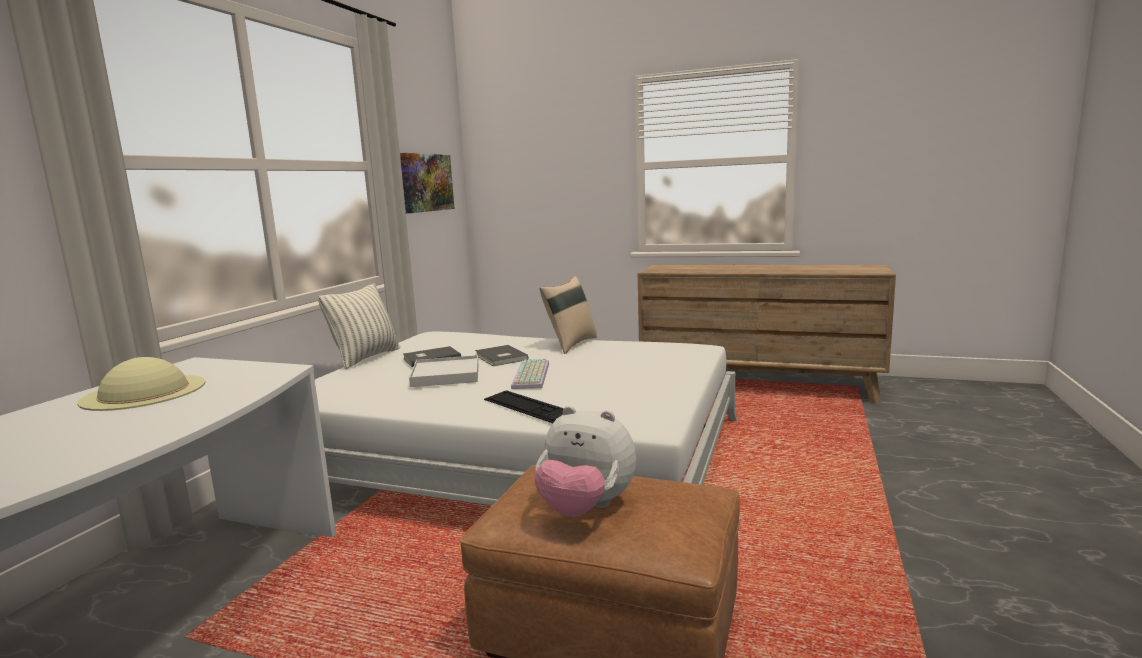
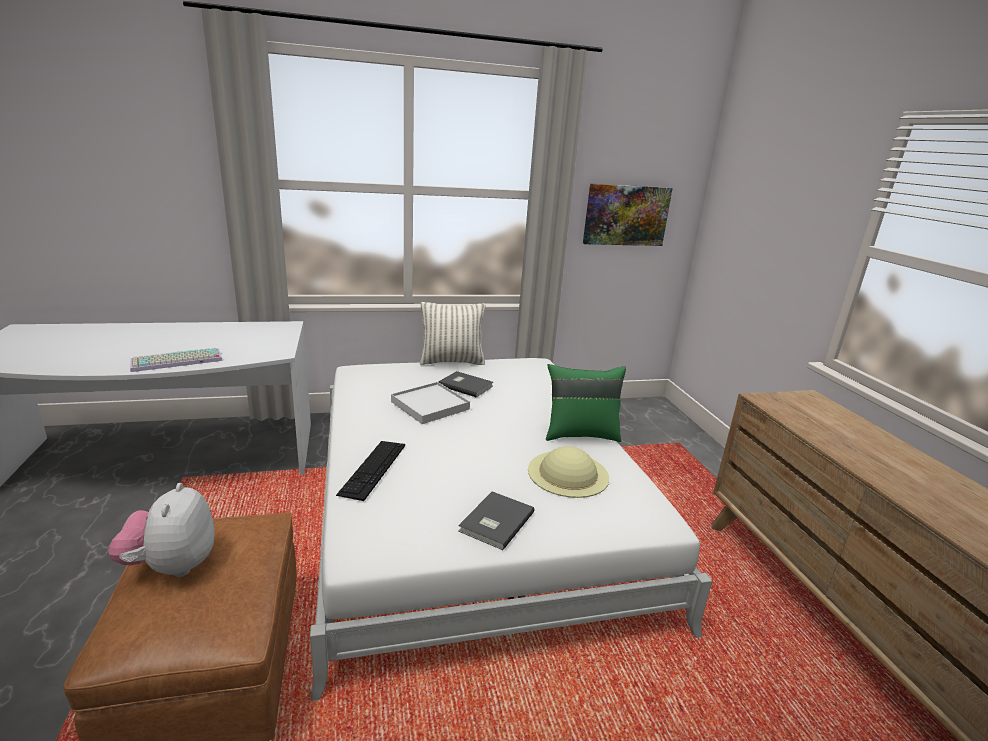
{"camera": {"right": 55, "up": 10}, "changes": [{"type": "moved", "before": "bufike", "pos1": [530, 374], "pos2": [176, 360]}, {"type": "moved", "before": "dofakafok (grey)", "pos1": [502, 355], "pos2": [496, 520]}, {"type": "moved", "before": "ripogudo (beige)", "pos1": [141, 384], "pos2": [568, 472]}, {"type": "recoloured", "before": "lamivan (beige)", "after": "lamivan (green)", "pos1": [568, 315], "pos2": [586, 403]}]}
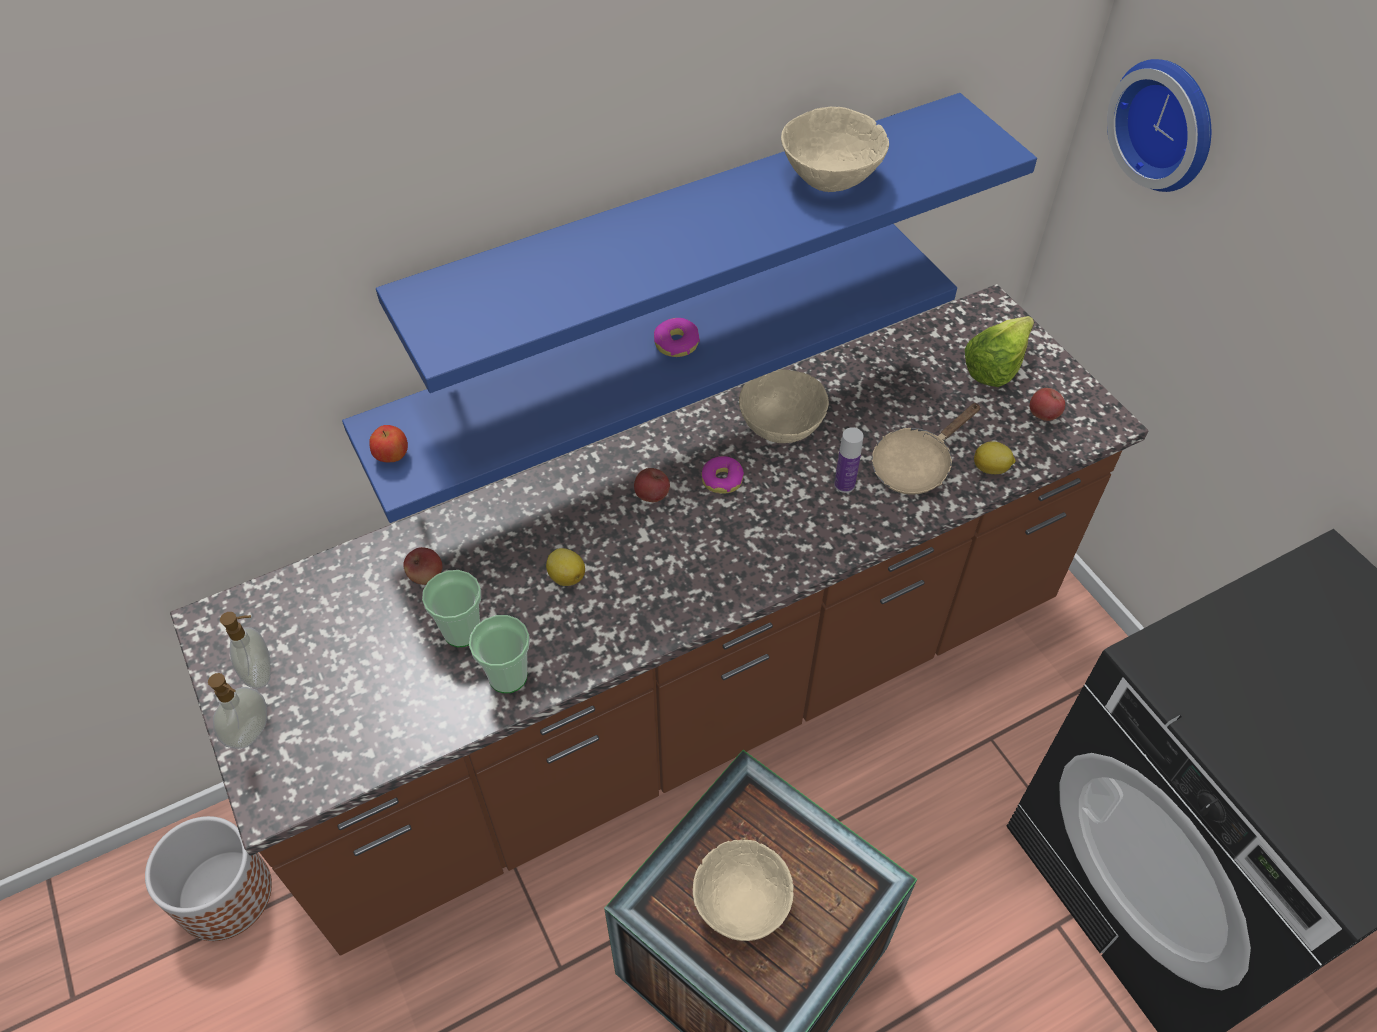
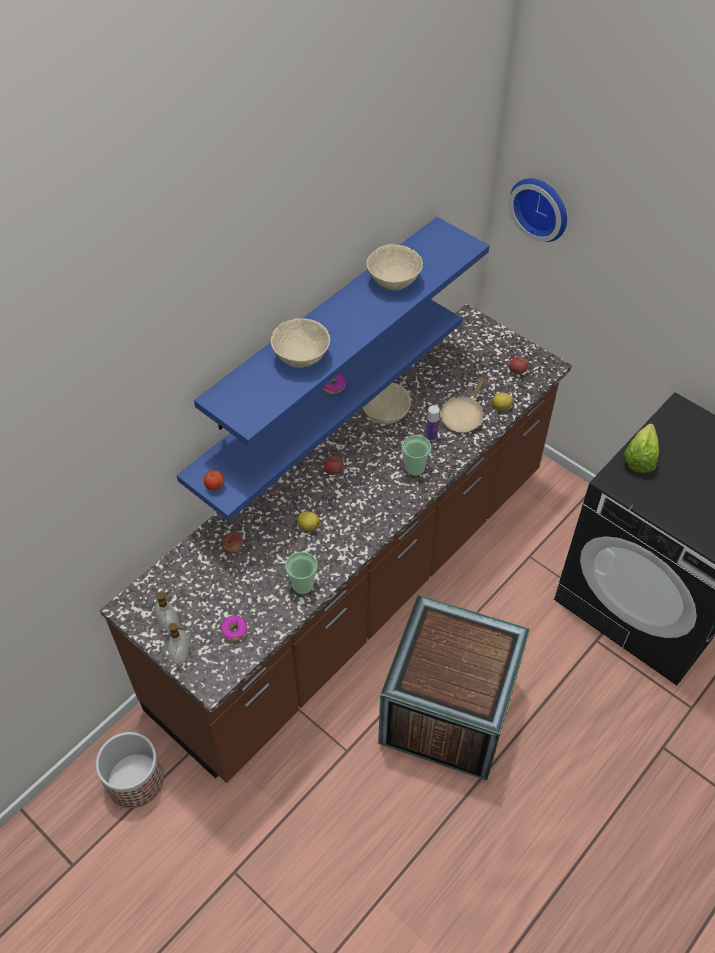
{"camera": {"right": -20, "up": 0}, "changes": [{"type": "moved", "before": "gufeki", "pos1": [722, 475], "pos2": [233, 628]}, {"type": "moved", "before": "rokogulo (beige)", "pos1": [743, 890], "pos2": [300, 343]}, {"type": "moved", "before": "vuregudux", "pos1": [451, 608], "pos2": [416, 455]}, {"type": "moved", "before": "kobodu", "pos1": [999, 351], "pos2": [641, 448]}]}
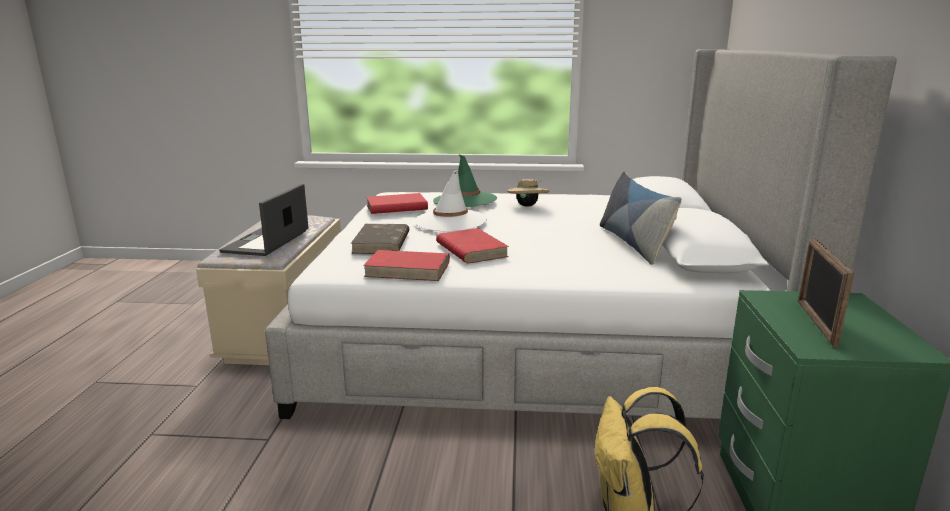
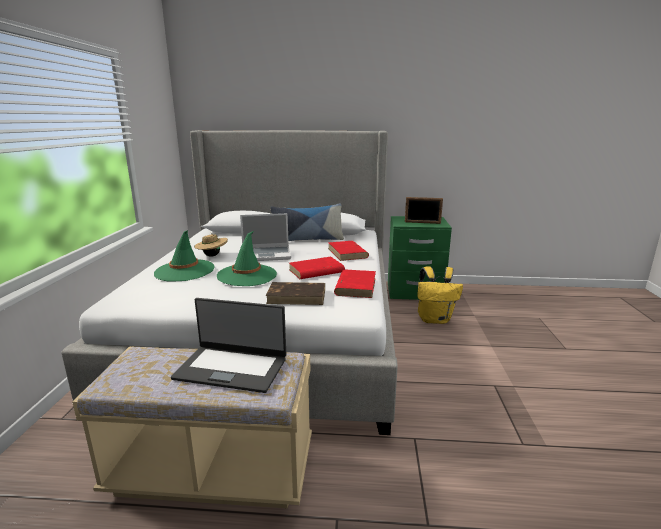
{"camera": {"right": -90, "up": 0}, "changes": [{"type": "recoloured", "before": "ripogudo (white)", "after": "ripogudo (green)", "pos1": [451, 201], "pos2": [247, 258]}, {"type": "added", "after": "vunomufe", "pos2": [265, 237]}, {"type": "moved", "before": "dofakafok (red)", "pos1": [397, 203], "pos2": [348, 251]}]}
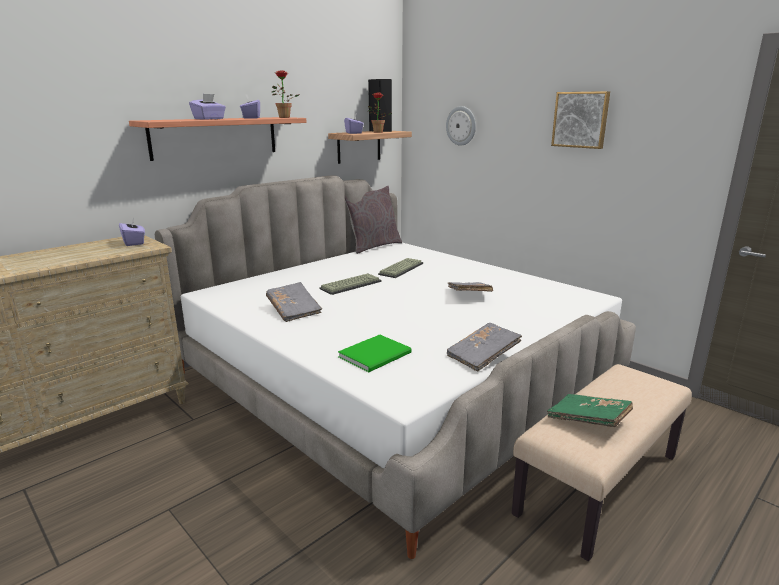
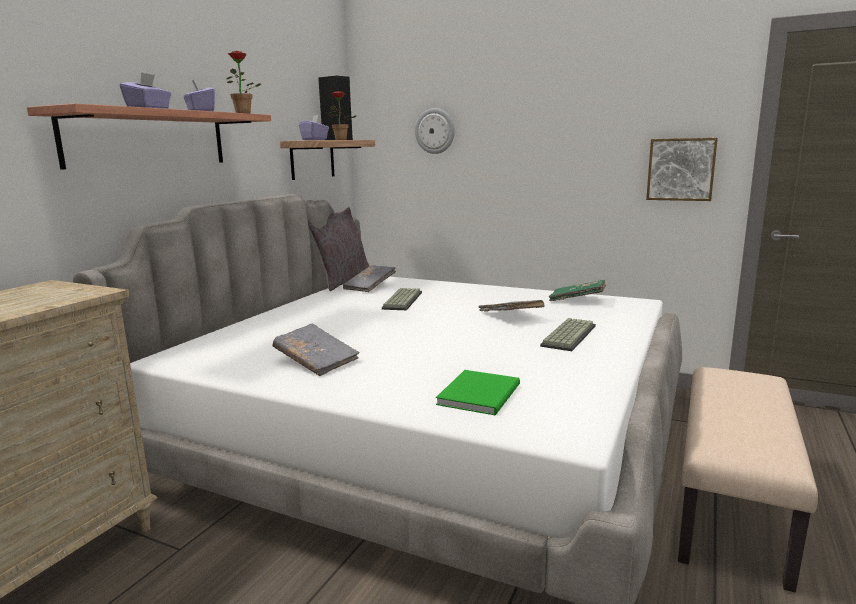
{"camera": {"right": -20, "up": -5}, "changes": [{"type": "moved", "before": "dofakafok (grey)", "pos1": [484, 347], "pos2": [369, 278]}, {"type": "moved", "before": "bufike", "pos1": [350, 284], "pos2": [568, 334]}, {"type": "moved", "before": "dofakafok (green)", "pos1": [590, 410], "pos2": [577, 290]}, {"type": "moved", "before": "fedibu", "pos1": [580, 120], "pos2": [682, 169]}, {"type": "removed", "before": "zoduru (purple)", "pos1": [132, 231]}]}
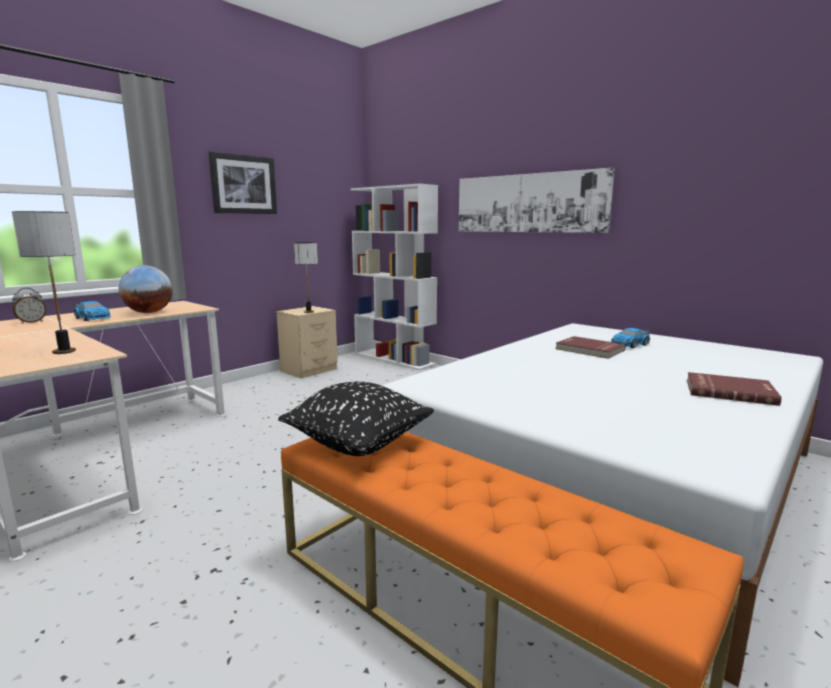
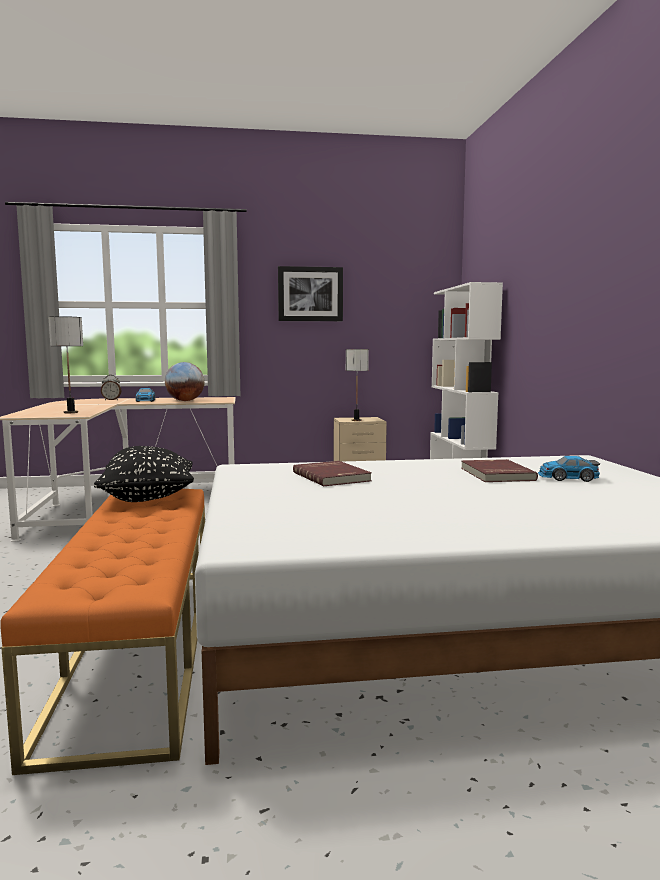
{"camera": {"right": 40, "up": -5}, "changes": [{"type": "moved", "before": "dofakafok (red)", "pos1": [734, 389], "pos2": [332, 473]}, {"type": "removed", "before": "fedibu", "pos1": [536, 200]}]}
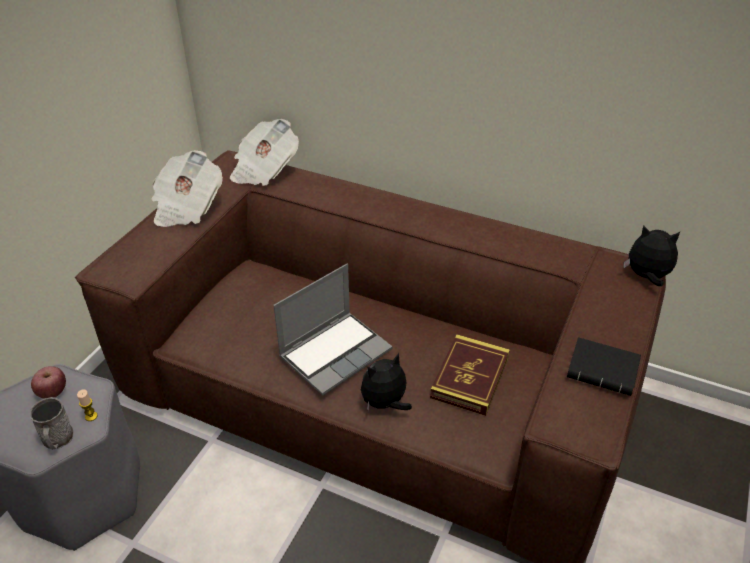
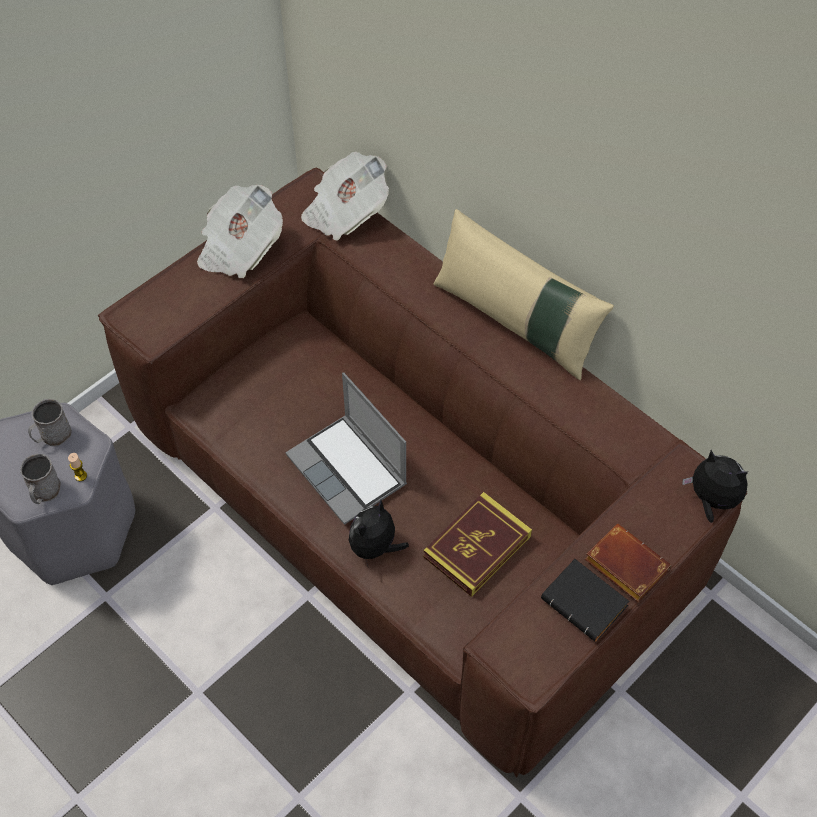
{"camera": {"right": 20, "up": 15}, "changes": [{"type": "replaced", "before": "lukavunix", "after": "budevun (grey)", "pos1": [48, 382], "pos2": [50, 422]}, {"type": "turned", "before": "vunomufe", "pos1": [333, 329], "pos2": [346, 448], "turn": 75}, {"type": "turned", "before": "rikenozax", "pos1": [386, 383], "pos2": [379, 534], "turn": -45}, {"type": "added", "after": "lamivan (beige)", "pos2": [523, 294]}, {"type": "added", "after": "dofakafok (brown)", "pos2": [628, 563]}]}
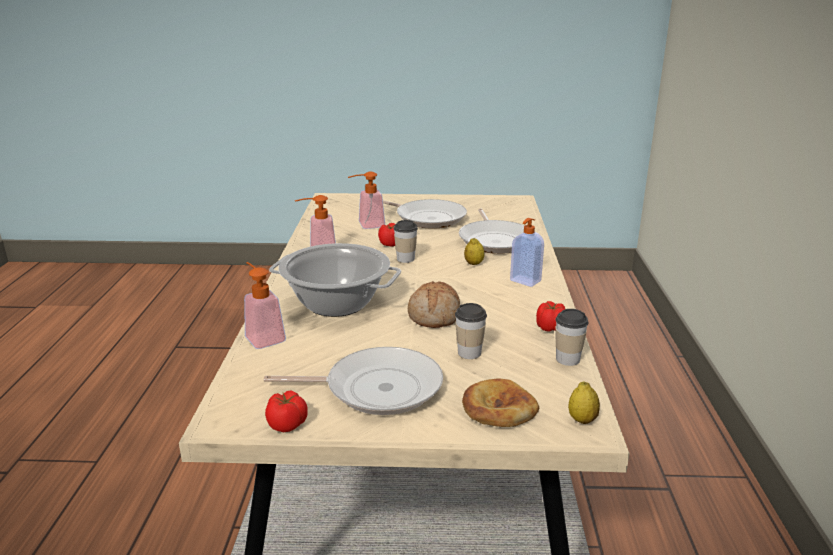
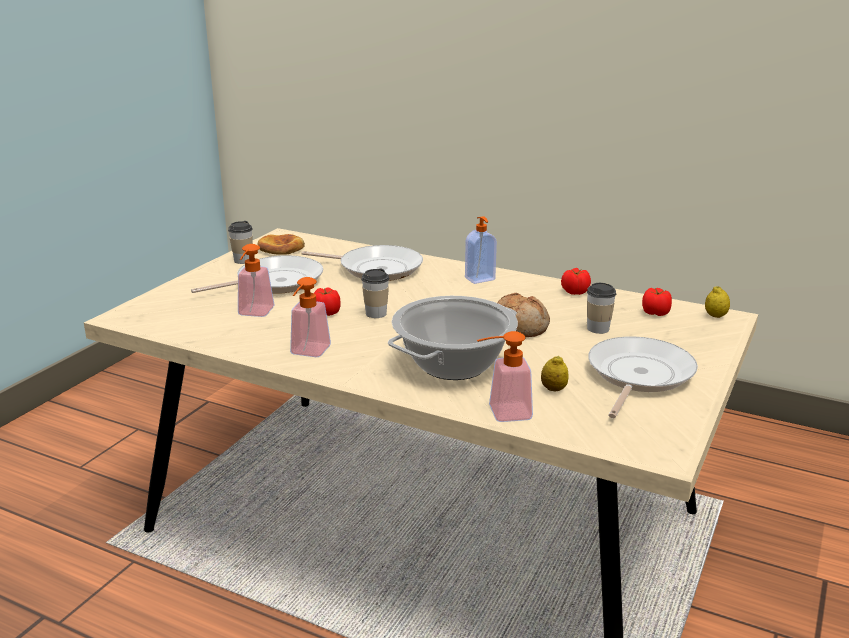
{"camera": {"right": -65, "up": 0}, "changes": [{"type": "moved", "before": "vuregudux", "pos1": [572, 337], "pos2": [240, 242]}, {"type": "moved", "before": "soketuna", "pos1": [500, 403], "pos2": [281, 244]}, {"type": "moved", "before": "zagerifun", "pos1": [474, 251], "pos2": [554, 373]}, {"type": "moved", "before": "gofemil", "pos1": [286, 411], "pos2": [657, 302]}]}
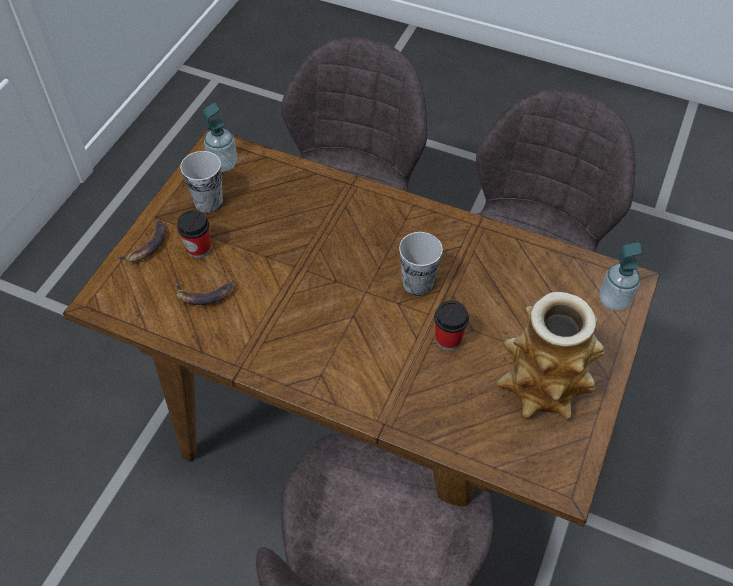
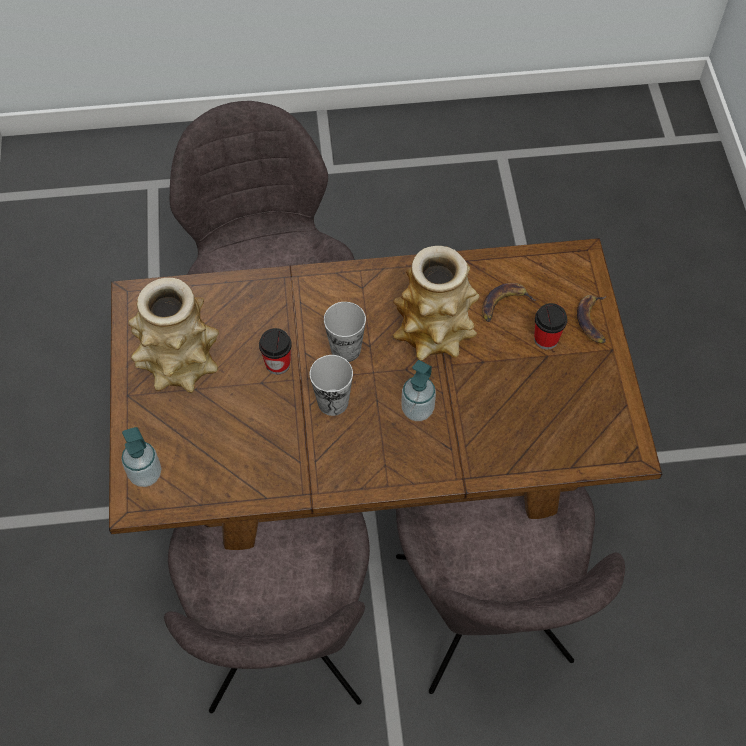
{"camera": {"right": 150, "up": 5}, "changes": [{"type": "moved", "before": "vuregudux", "pos1": [201, 182], "pos2": [345, 332]}, {"type": "added", "after": "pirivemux", "pos2": [436, 303]}, {"type": "moved", "before": "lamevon", "pos1": [220, 137], "pos2": [418, 390]}]}
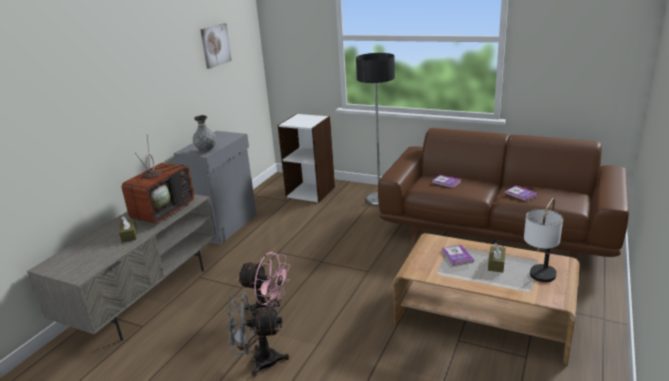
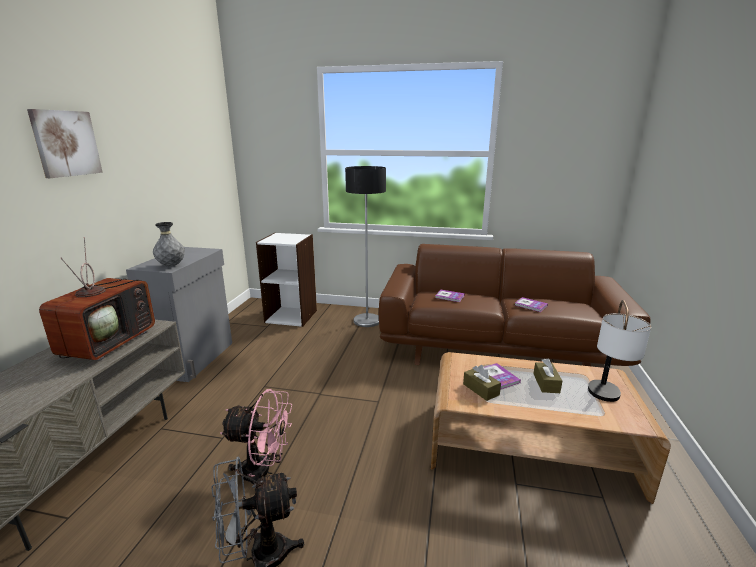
{"camera": {"right": -15, "up": -5}, "changes": [{"type": "moved", "before": "fedibu", "pos1": [216, 46], "pos2": [65, 143]}, {"type": "moved", "before": "zoduru (brown)", "pos1": [128, 229], "pos2": [482, 383]}]}
